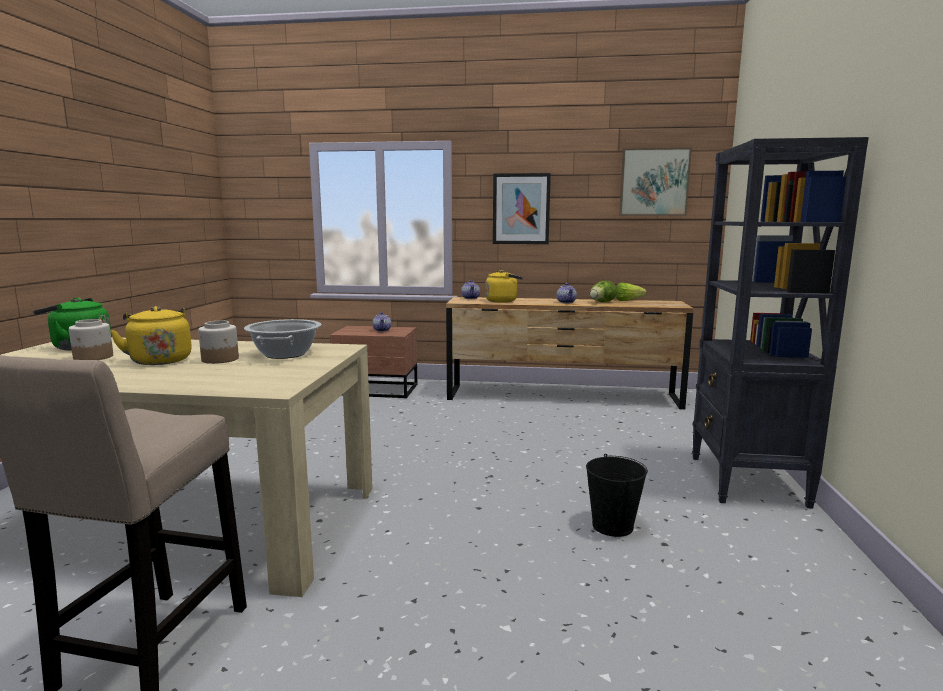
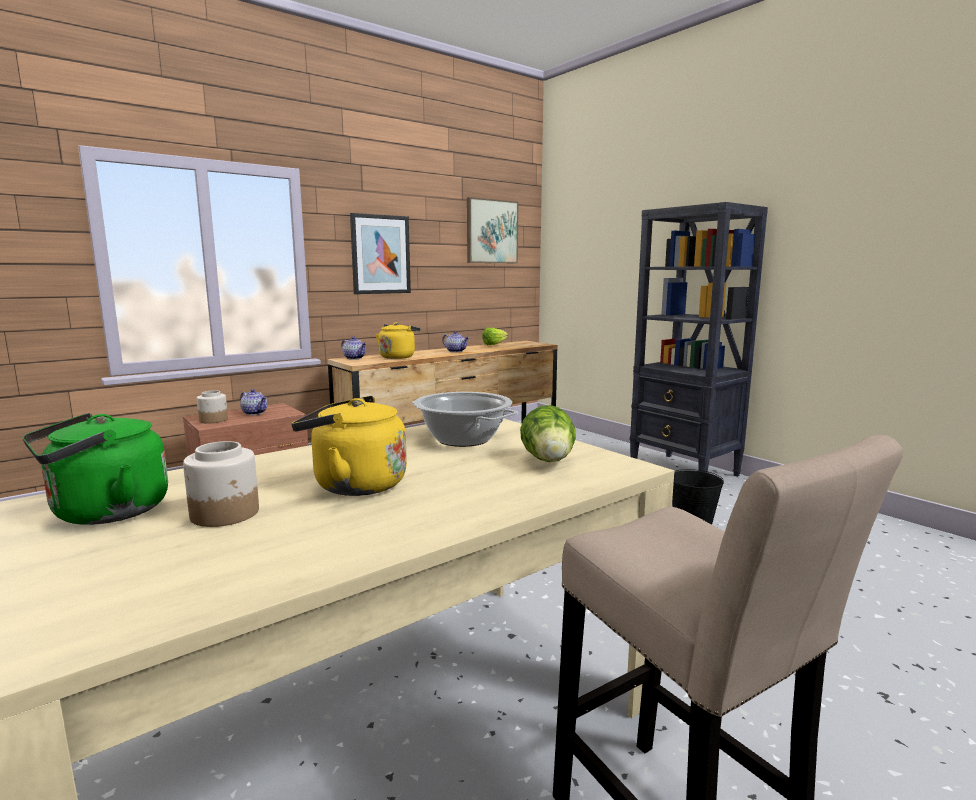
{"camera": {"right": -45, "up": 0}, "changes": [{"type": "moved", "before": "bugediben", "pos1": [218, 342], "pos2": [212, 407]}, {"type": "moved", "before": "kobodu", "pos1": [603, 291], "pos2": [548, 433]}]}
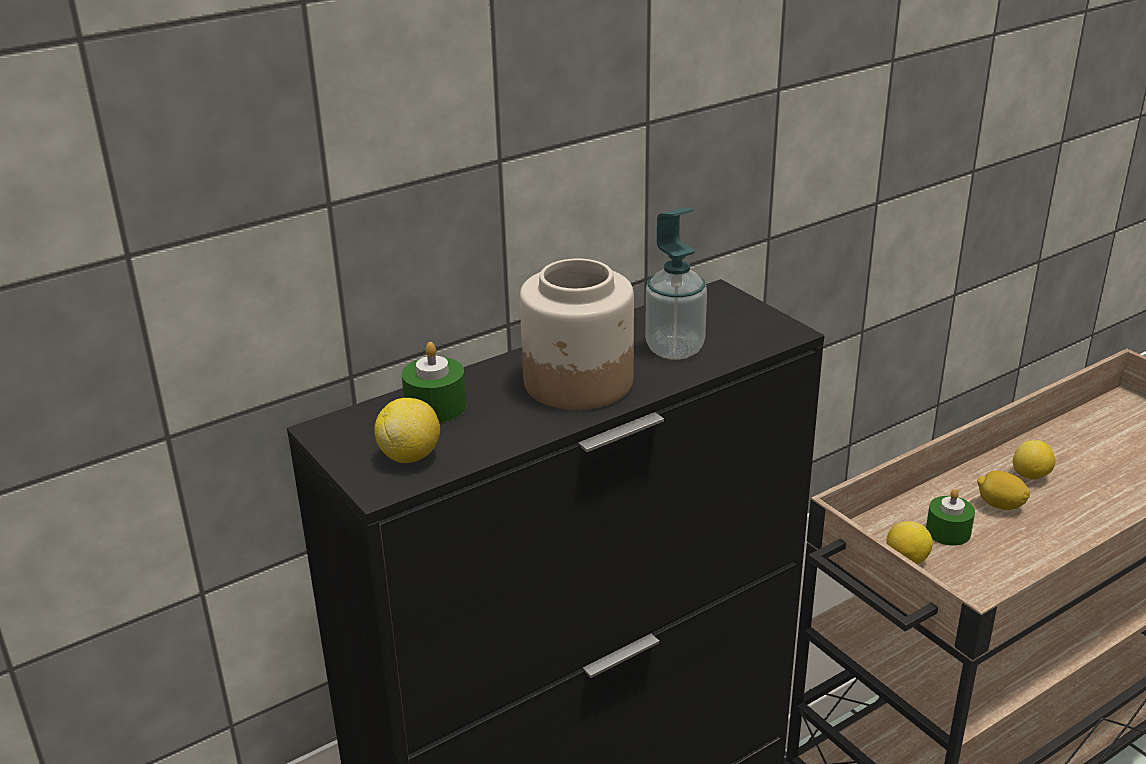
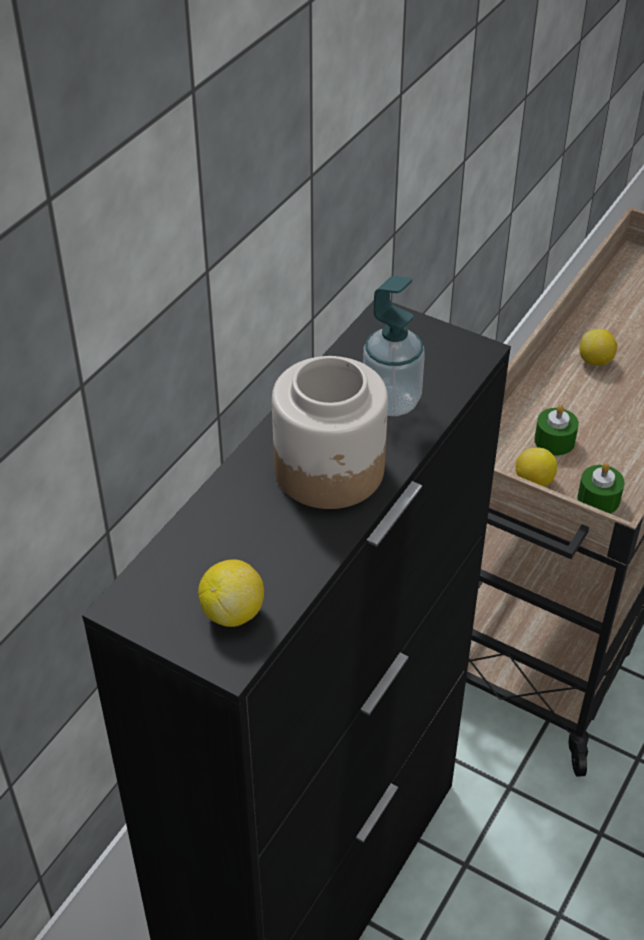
{"camera": {"right": -25, "up": 15}, "changes": [{"type": "moved", "before": "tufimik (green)", "pos1": [434, 382], "pos2": [601, 488]}, {"type": "removed", "before": "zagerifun", "pos1": [1003, 490]}]}
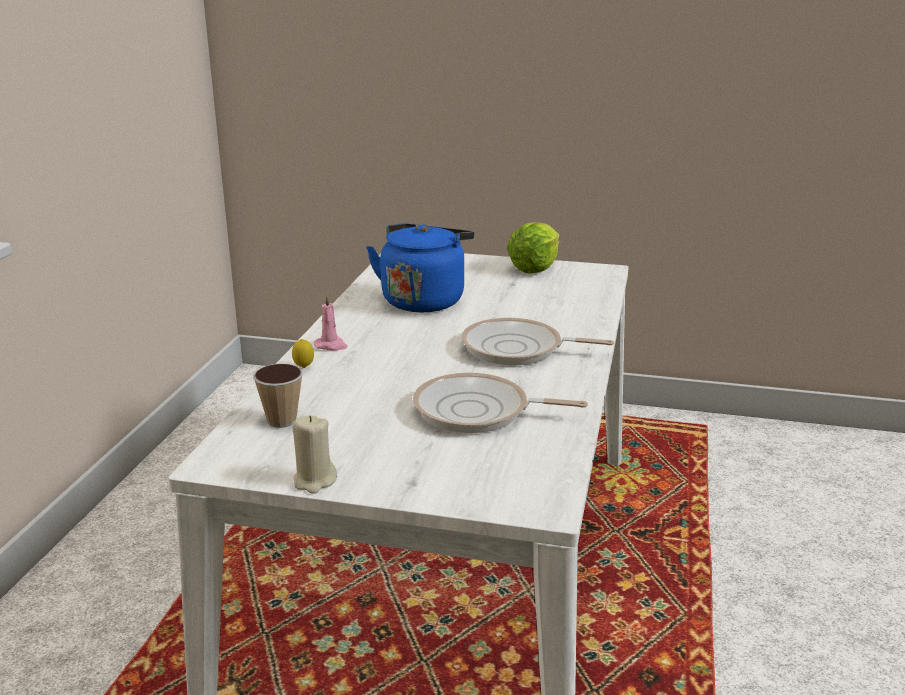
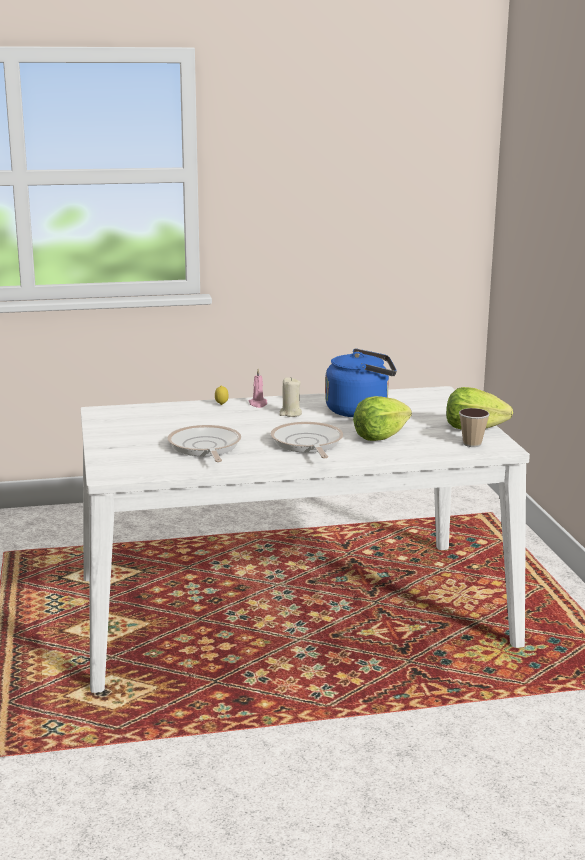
{"camera": {"right": 65, "up": -5}, "changes": [{"type": "moved", "before": "tufimik (beige)", "pos1": [314, 455], "pos2": [290, 397]}, {"type": "added", "after": "kobodu", "pos2": [382, 418]}, {"type": "moved", "before": "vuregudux", "pos1": [278, 396], "pos2": [474, 427]}]}
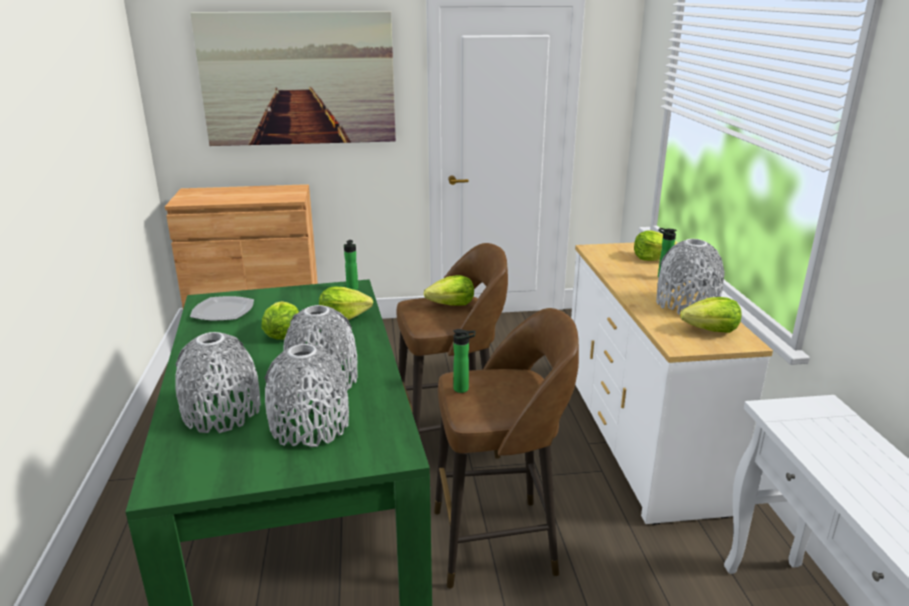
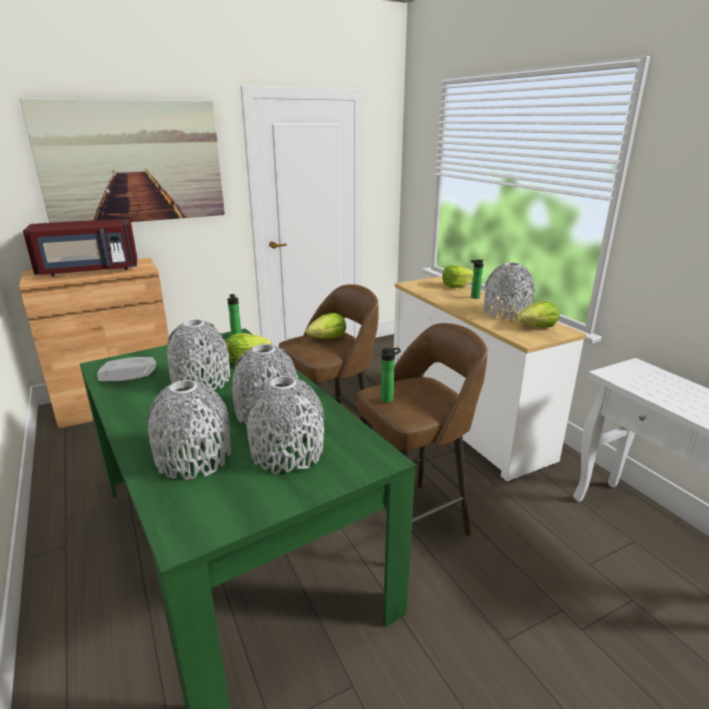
{"camera": {"right": -20, "up": 0}, "changes": [{"type": "added", "after": "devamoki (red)", "pos2": [80, 247]}, {"type": "replaced", "before": "kobodu", "after": "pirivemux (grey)", "pos1": [280, 320], "pos2": [198, 354]}]}
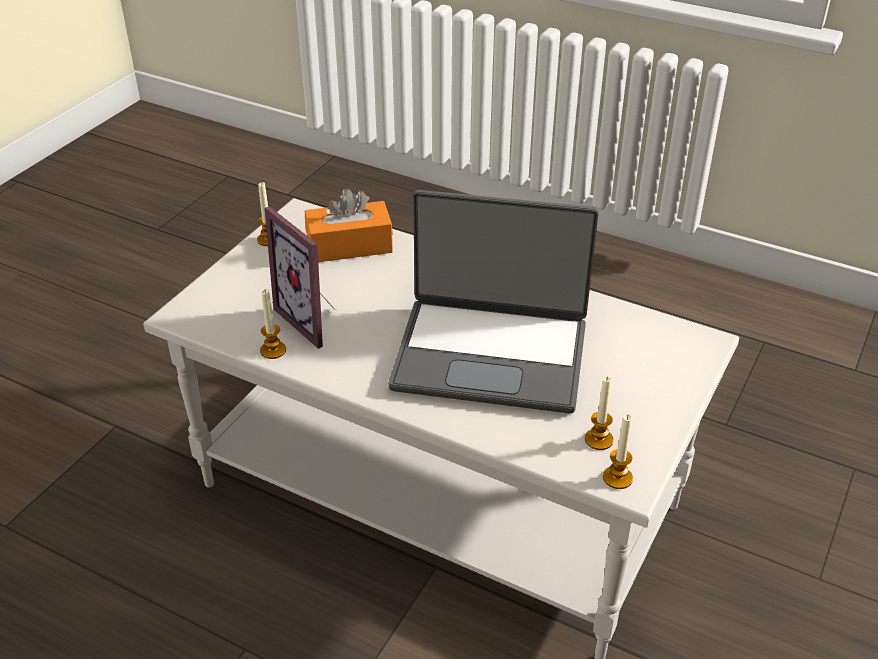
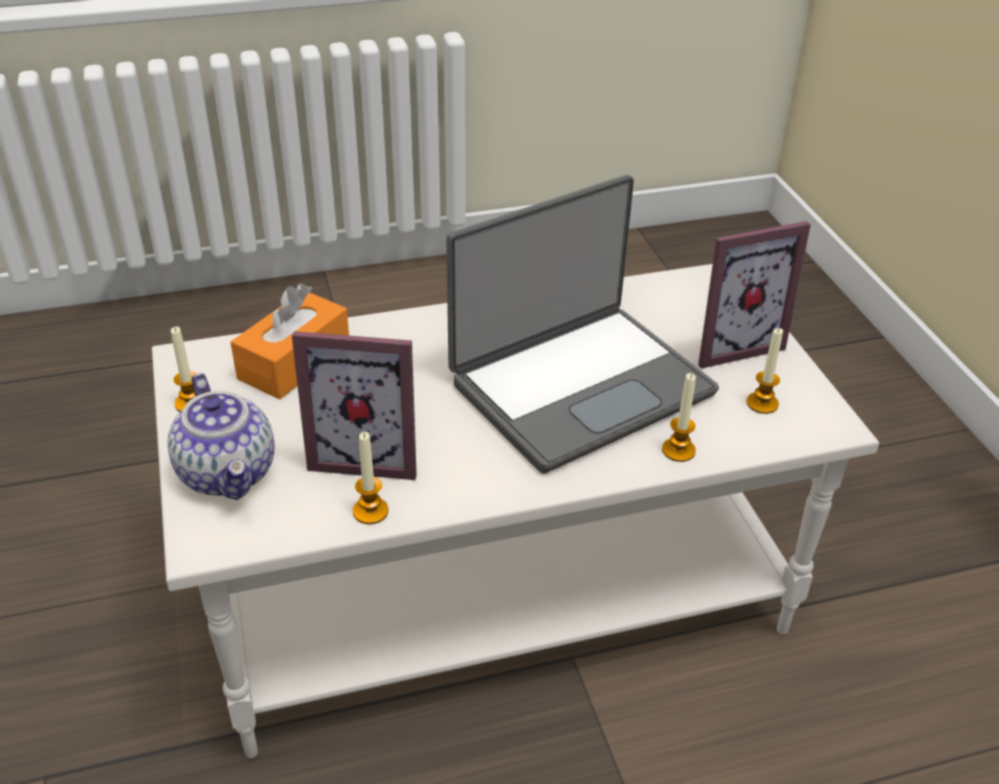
{"camera": {"right": -45, "up": 0}, "changes": [{"type": "added", "after": "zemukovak", "pos2": [220, 436]}, {"type": "moved", "before": "tufimik", "pos1": [618, 451], "pos2": [679, 417]}, {"type": "added", "after": "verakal", "pos2": [754, 295]}]}
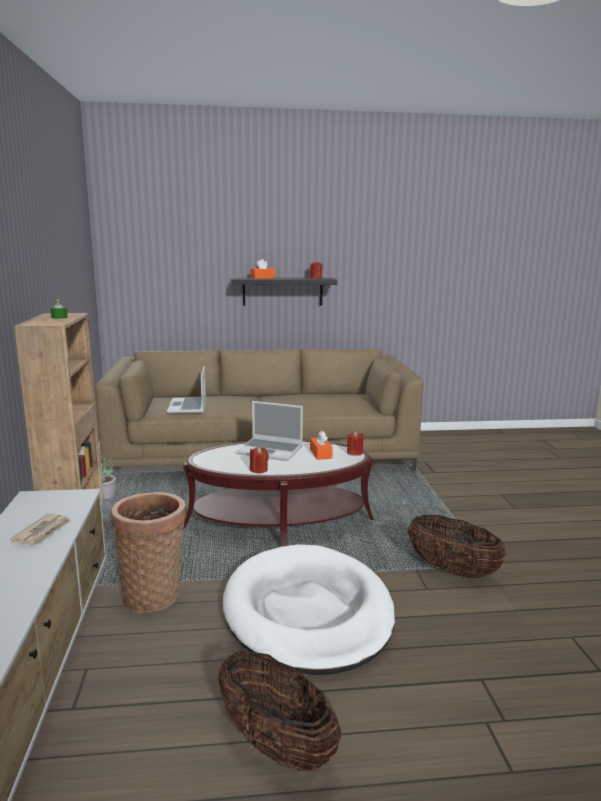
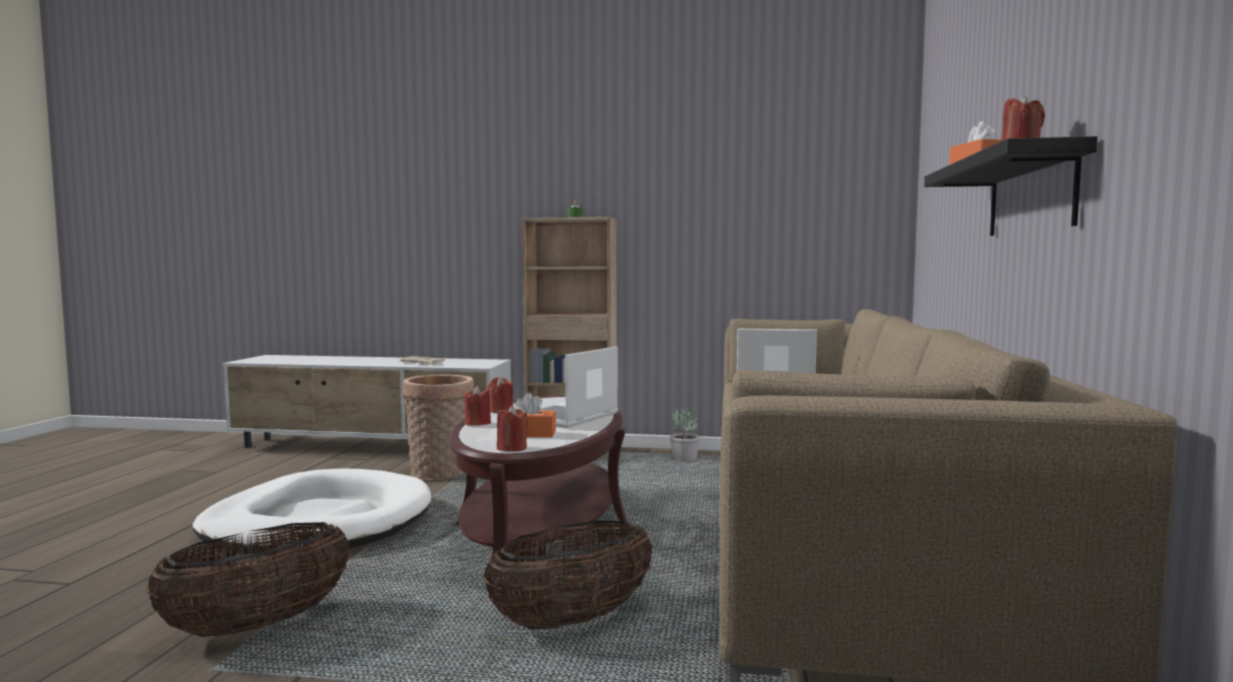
{"camera": {"right": 105, "up": -10}, "changes": [{"type": "added", "after": "tufimik (red)", "pos2": [477, 406]}, {"type": "moved", "before": "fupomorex", "pos1": [279, 711], "pos2": [567, 575]}]}
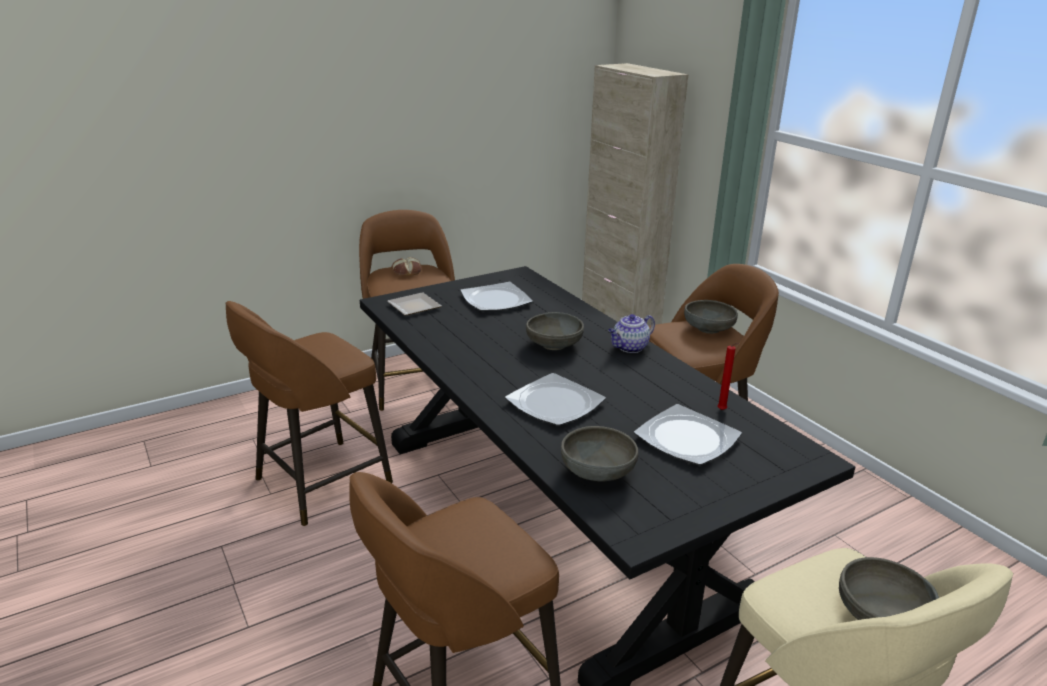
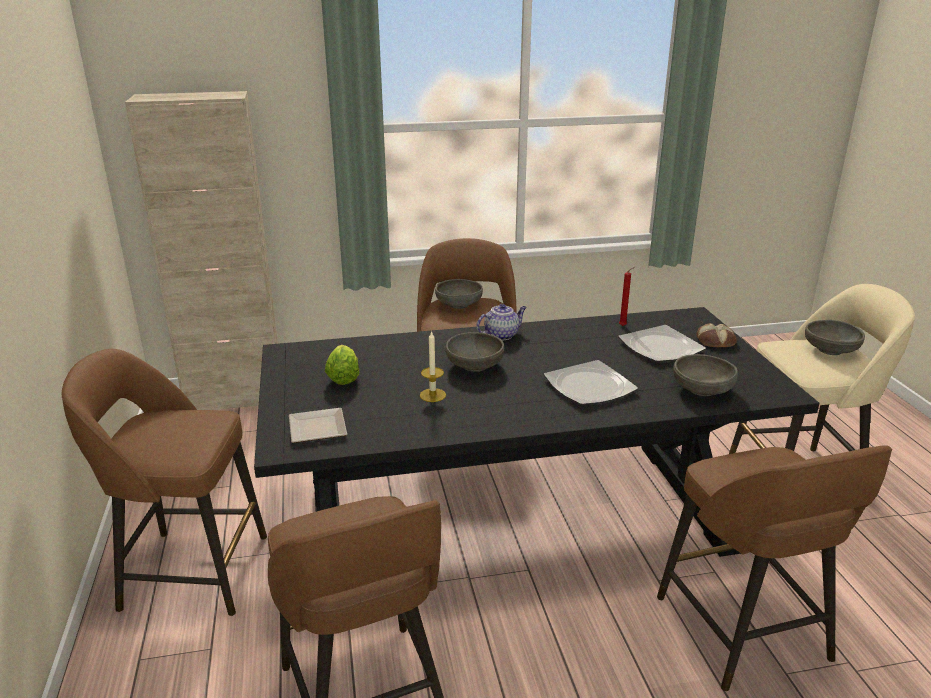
{"camera": {"right": -70, "up": 0}, "changes": [{"type": "replaced", "before": "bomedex", "after": "kobodu", "pos1": [496, 297], "pos2": [342, 365]}, {"type": "added", "after": "tufimik", "pos2": [433, 366]}, {"type": "turned", "before": "zemukovak", "pos1": [631, 333], "pos2": [502, 322], "turn": -105}, {"type": "moved", "before": "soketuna", "pos1": [406, 266], "pos2": [716, 335]}]}
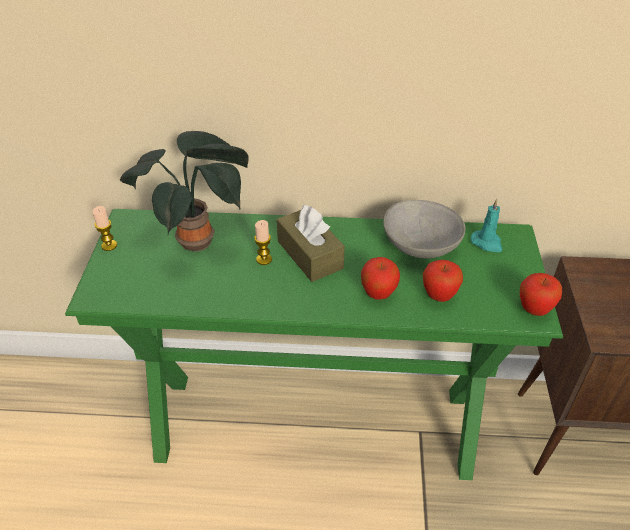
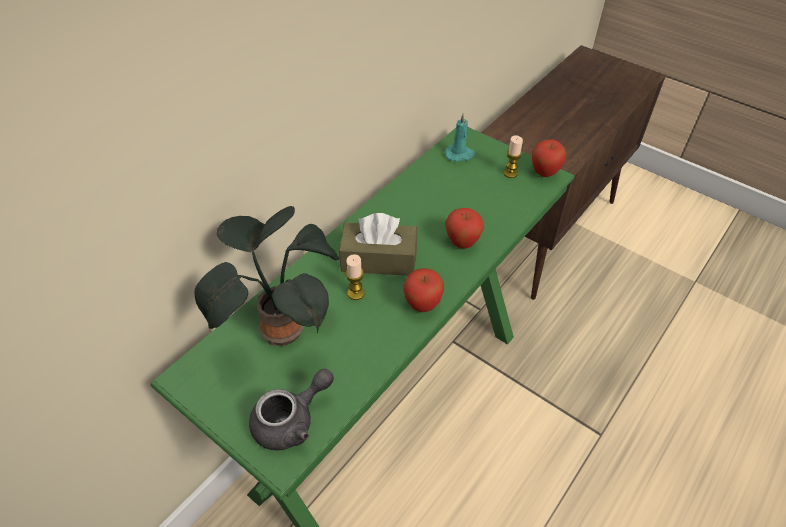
{"camera": {"right": -55, "up": 5}, "changes": [{"type": "added", "after": "zemukovak (grey)", "pos2": [291, 410]}, {"type": "moved", "before": "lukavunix", "pos1": [443, 281], "pos2": [423, 290]}, {"type": "moved", "before": "tufimik", "pos1": [104, 228], "pos2": [513, 156]}, {"type": "removed", "before": "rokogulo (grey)", "pos1": [424, 229]}]}
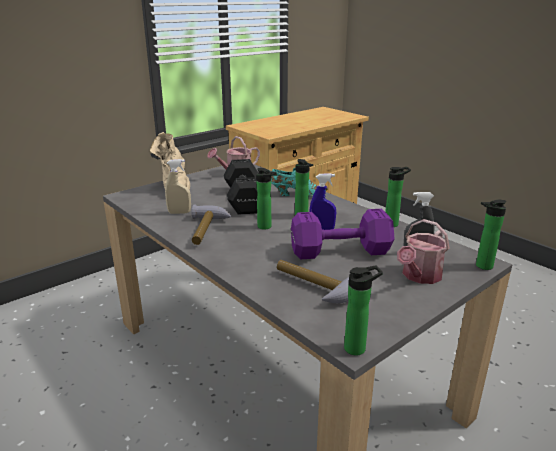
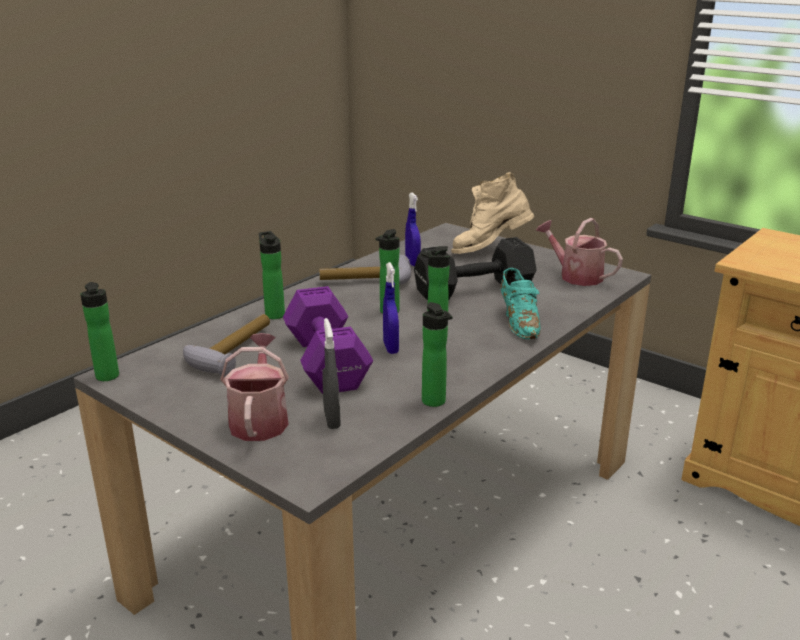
{"camera": {"right": 80, "up": 0}, "changes": [{"type": "turned", "before": "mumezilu", "pos1": [423, 251], "pos2": [254, 387], "turn": 60}, {"type": "moved", "before": "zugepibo", "pos1": [491, 234], "pos2": [272, 275]}, {"type": "recoloured", "before": "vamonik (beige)", "after": "vamonik (blue)", "pos1": [178, 186], "pos2": [413, 229]}]}
